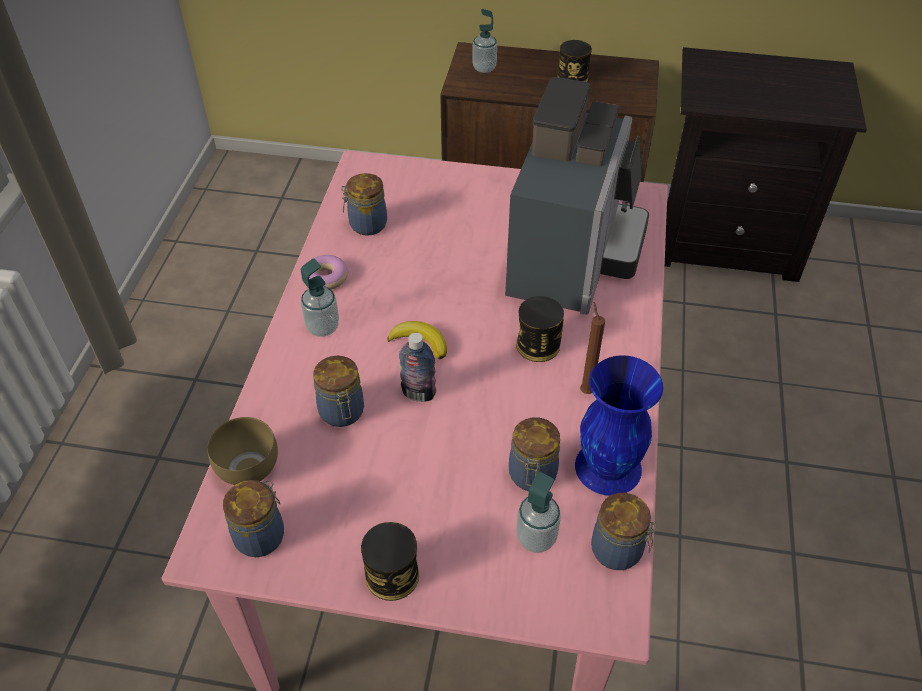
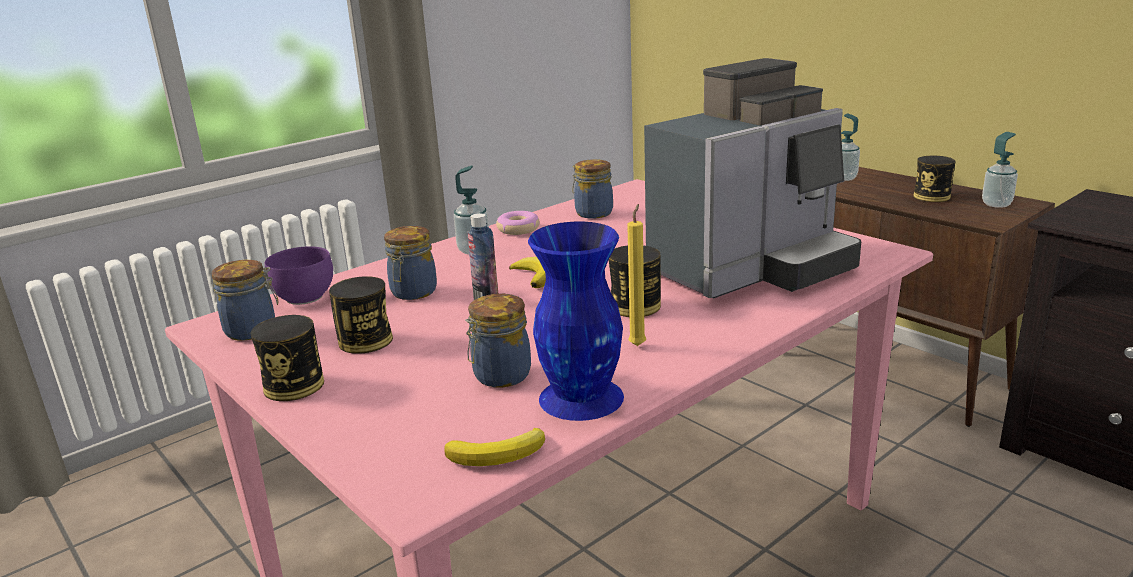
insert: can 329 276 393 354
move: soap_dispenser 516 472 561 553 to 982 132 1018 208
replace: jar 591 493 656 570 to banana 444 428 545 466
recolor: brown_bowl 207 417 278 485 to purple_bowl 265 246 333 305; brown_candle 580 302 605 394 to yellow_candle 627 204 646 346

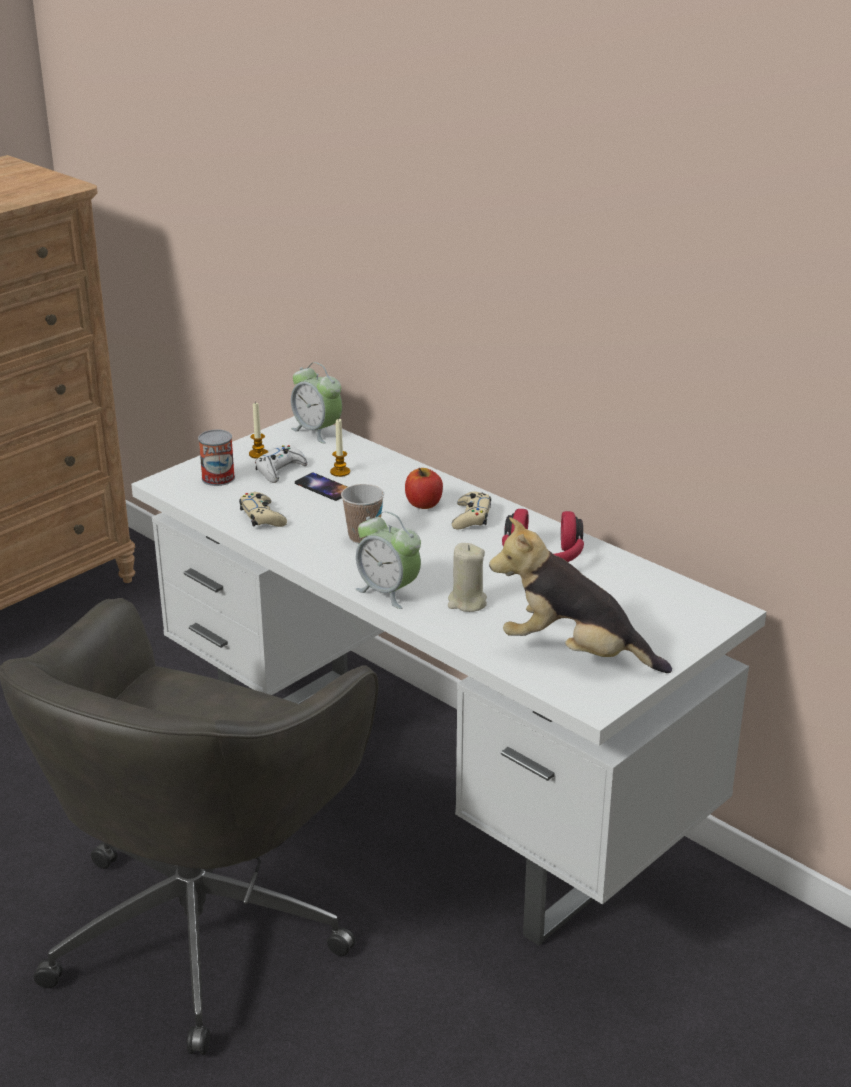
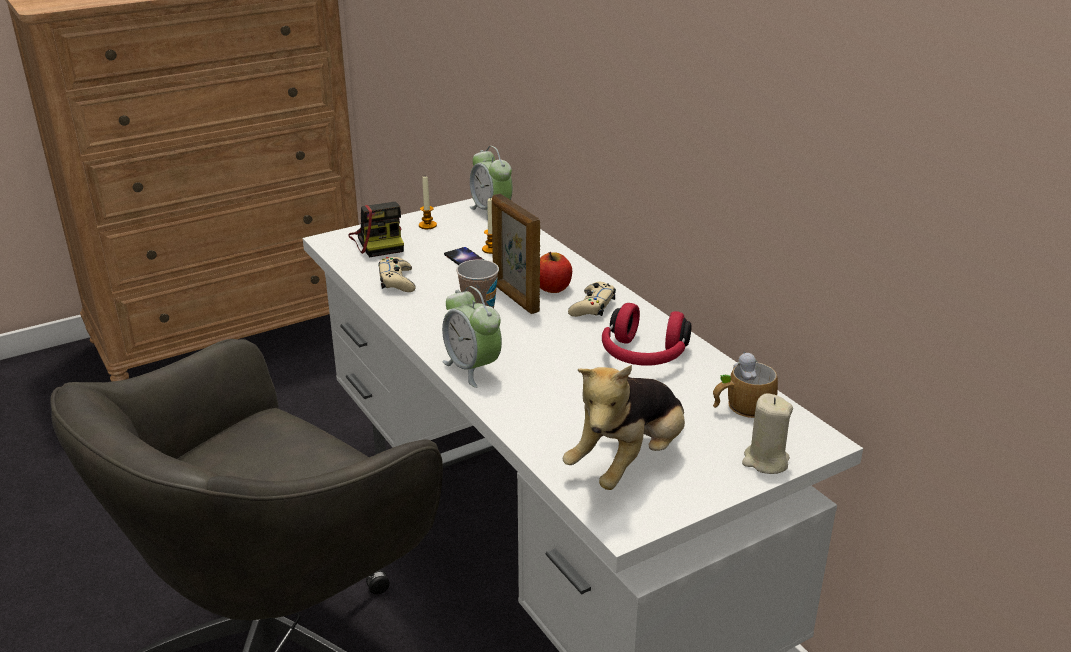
delete: white_game_controller 255 445 308 483
insert: picture_frame 492 194 540 314; mug 713 352 778 418
move: beige_candle 448 543 487 612 to 742 393 793 474
replace: can 198 430 235 486 to photo_camera 349 202 404 257
rotate: plush_toy 489 517 672 673 = 563 365 685 490 90 degrees counterclockwise

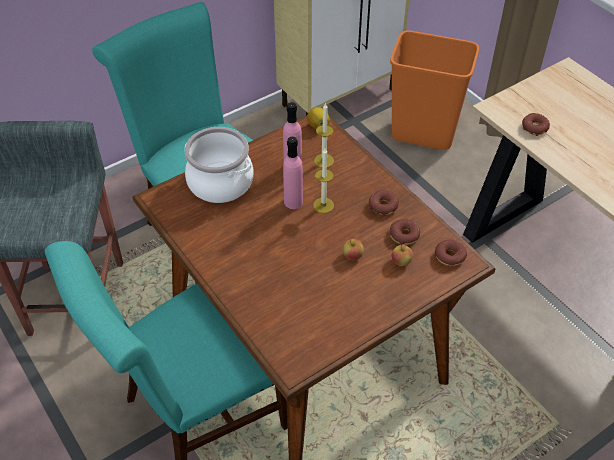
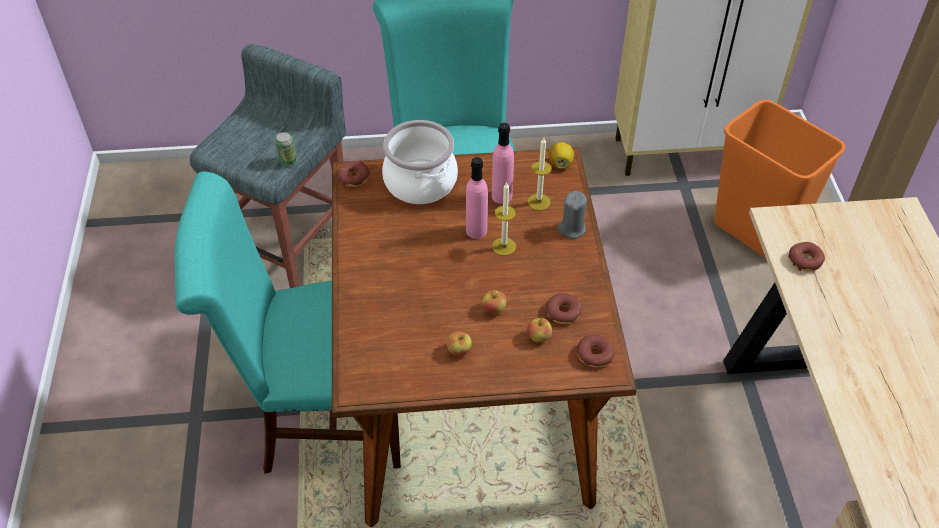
insert: can 275 132 297 166; apple 447 331 472 356; grey_candle 558 191 587 239
move: donut 369 190 399 216 to 337 161 370 187

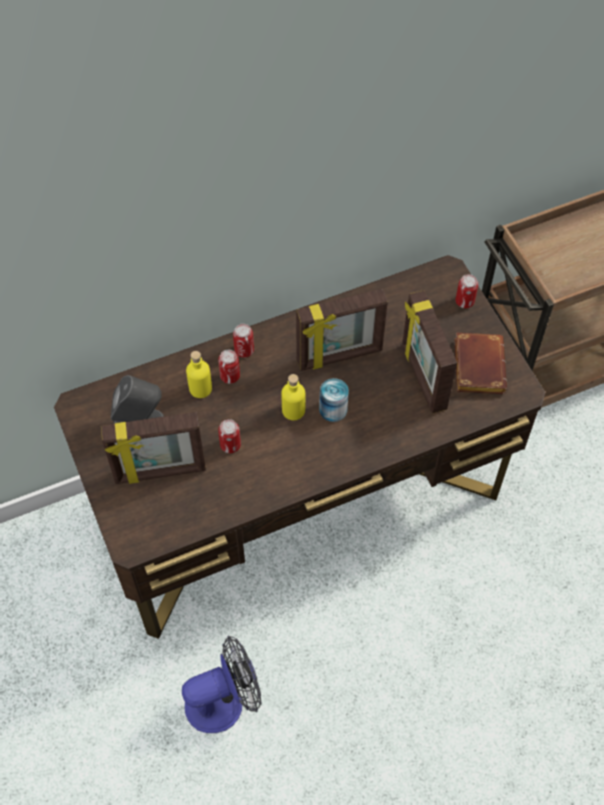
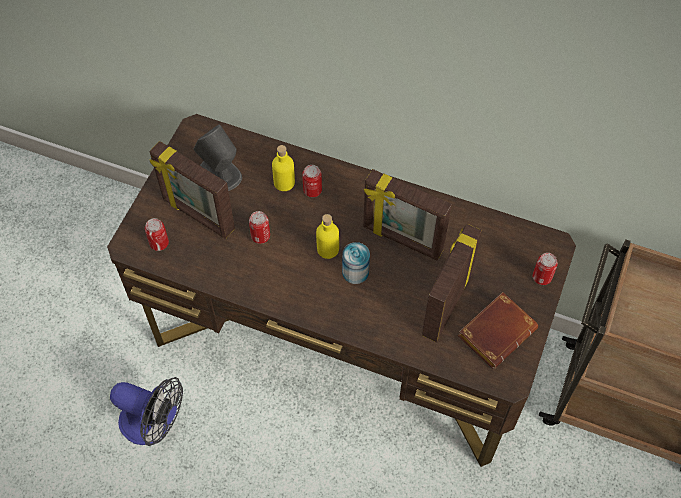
move: can 233 324 254 358 to 145 218 169 251

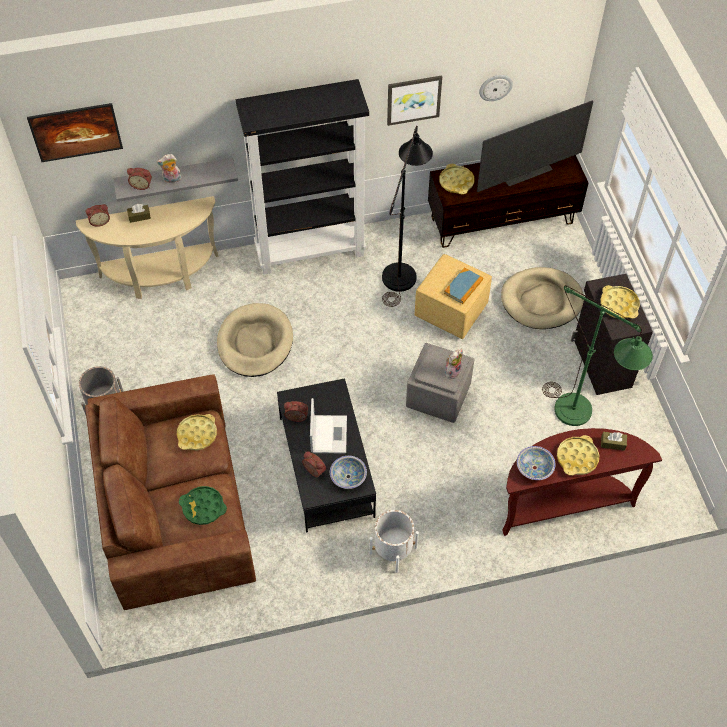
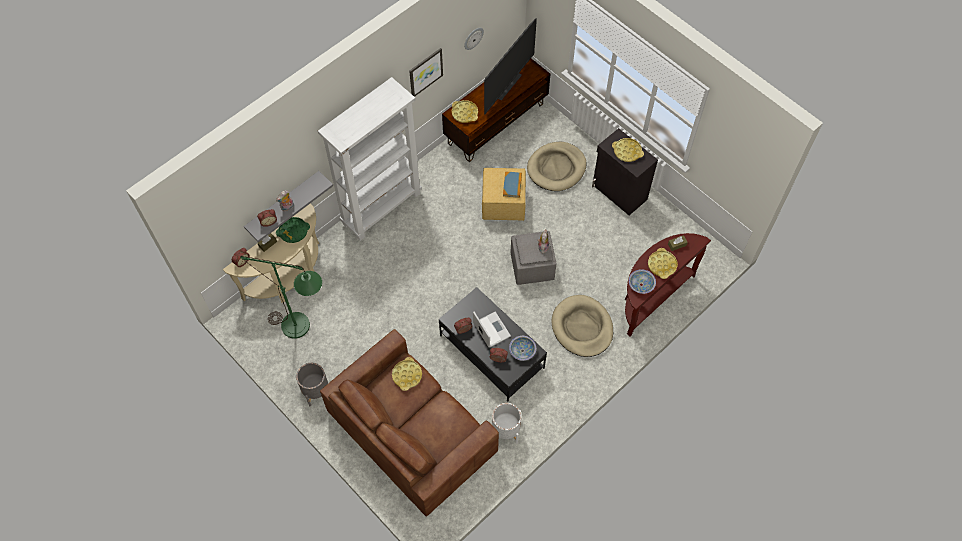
delete: picture 27 103 123 162; black_floor_lamp 382 126 433 307
move: green_tray 179 486 227 525 to 276 217 310 243; beige_dog_bed 217 303 293 377 to 551 295 613 357; white_planter 369 510 419 573 to 492 403 521 444; green_floor_lamp 542 285 653 426 to 240 256 322 339
recolor: black_bookcase 236 79 369 275 to white_bookcase 318 77 422 241

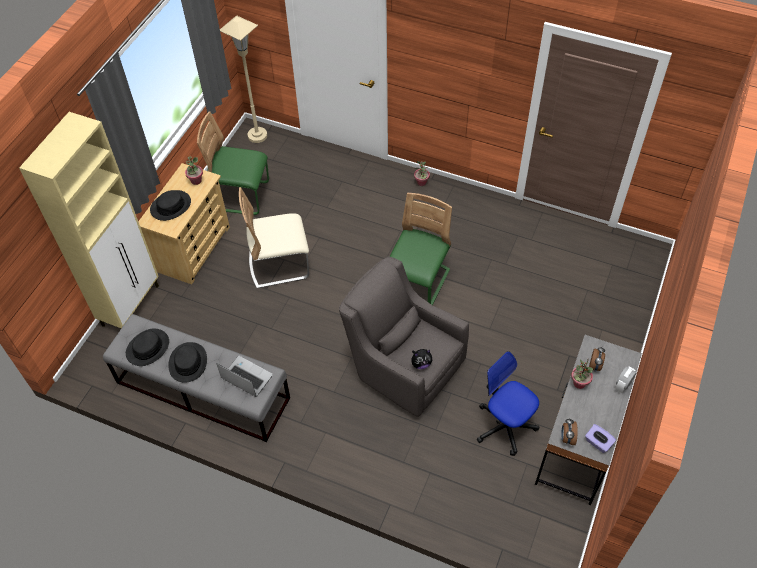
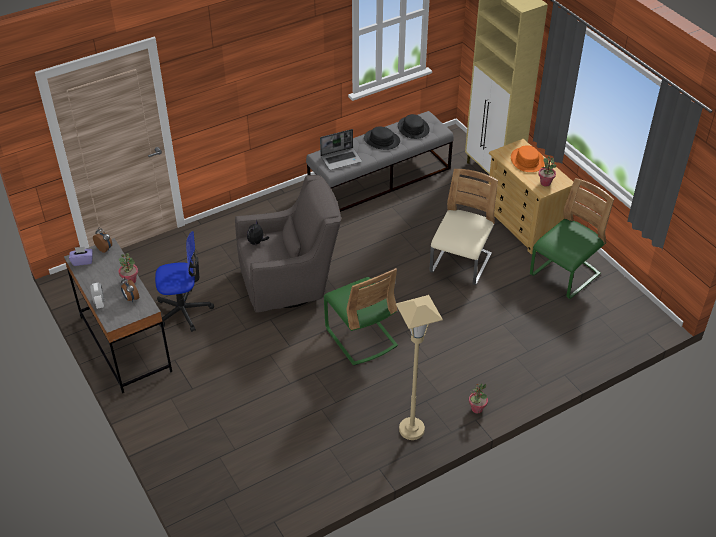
move: beige_floor_lamp 220 15 267 143 to 396 295 443 440
recolor: black_hat 150 190 191 221 to orange_hat 511 145 545 172

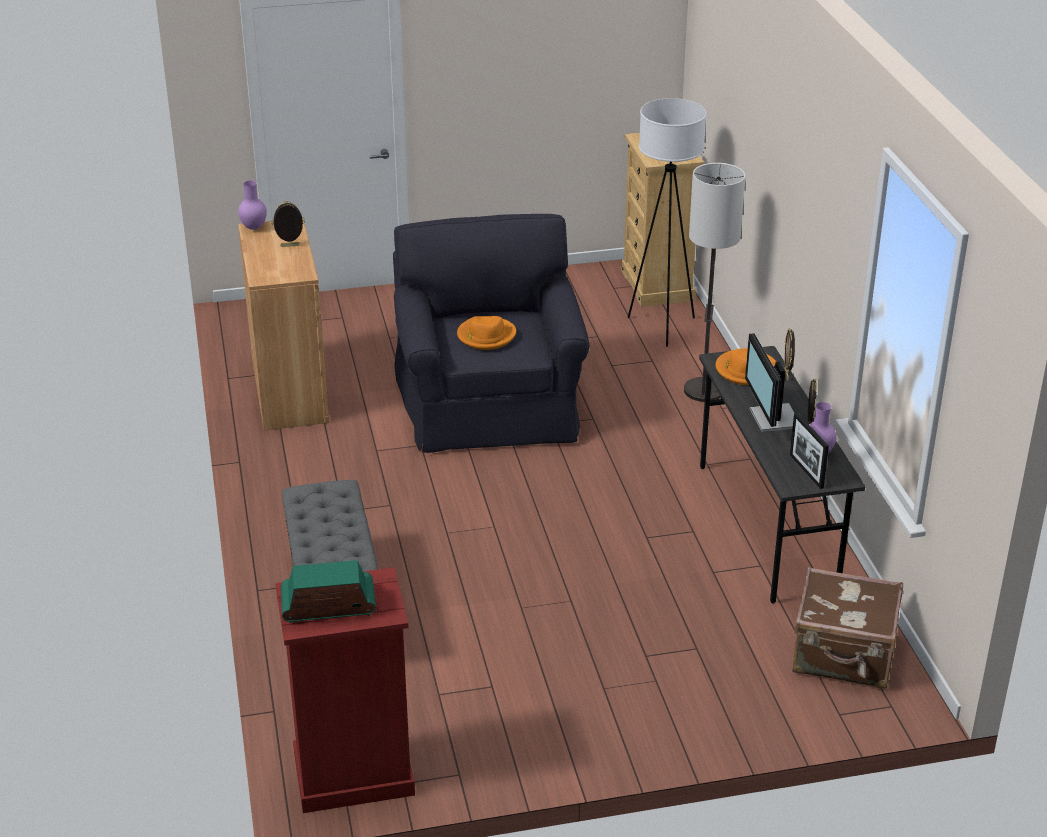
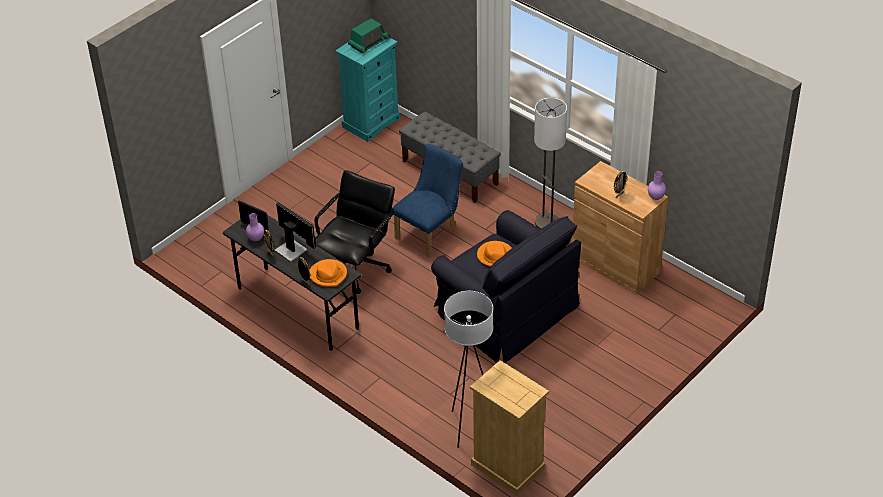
delete: brown_suitcase 792 567 903 689
insert: black_office_chair 314 170 395 294; blue_chair 392 144 463 257
move: floor_lamp 684 163 746 402 to 534 98 567 229
recolor: red_dresser 275 567 415 813 to turquoise_dresser 335 37 400 142

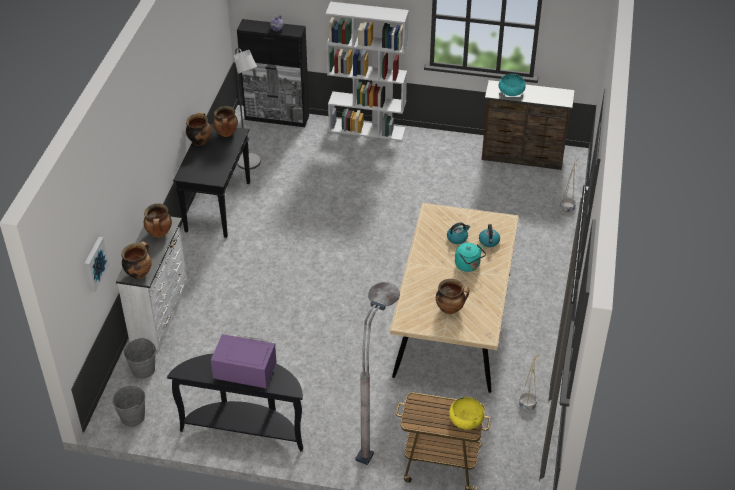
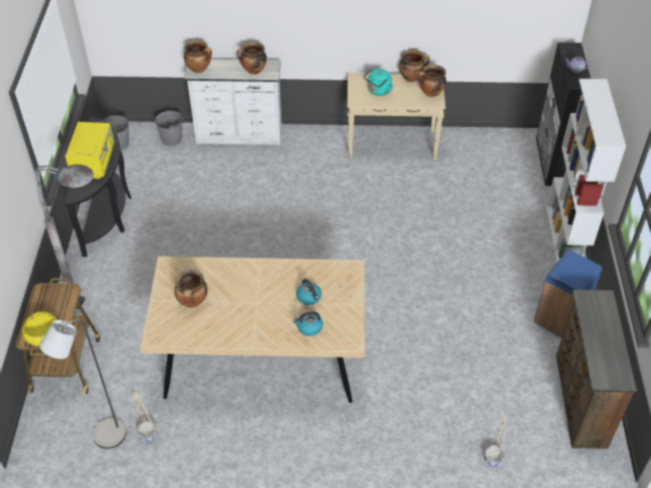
delete: picture 84 237 109 292; turquoise_bowl 499 74 526 96
insert: blue_trash_can 534 250 602 338
move: grey_floor_lamp 233 48 261 170 to 39 320 127 449; turquoise_kettle 455 243 486 272 to 363 69 393 96
recolor: black_console_table 173 124 250 238 to beige_console_table 347 73 446 160; purple_microwave 211 334 277 388 to yellow_microwave 65 122 114 179

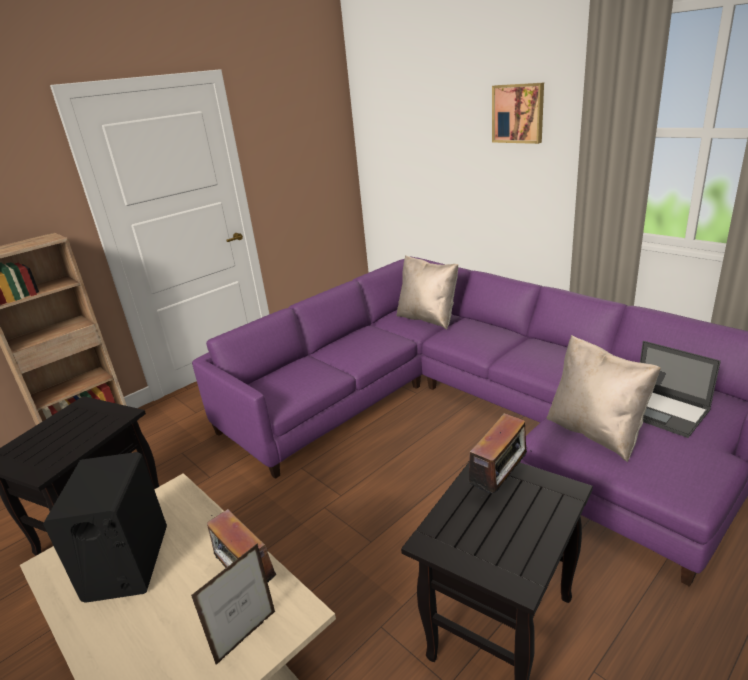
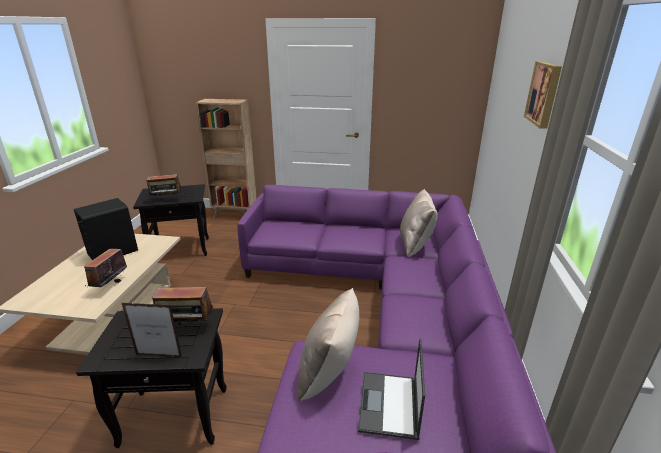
insert: radio 146 171 182 200
move: picture_frame 191 543 275 665 to 122 303 182 357

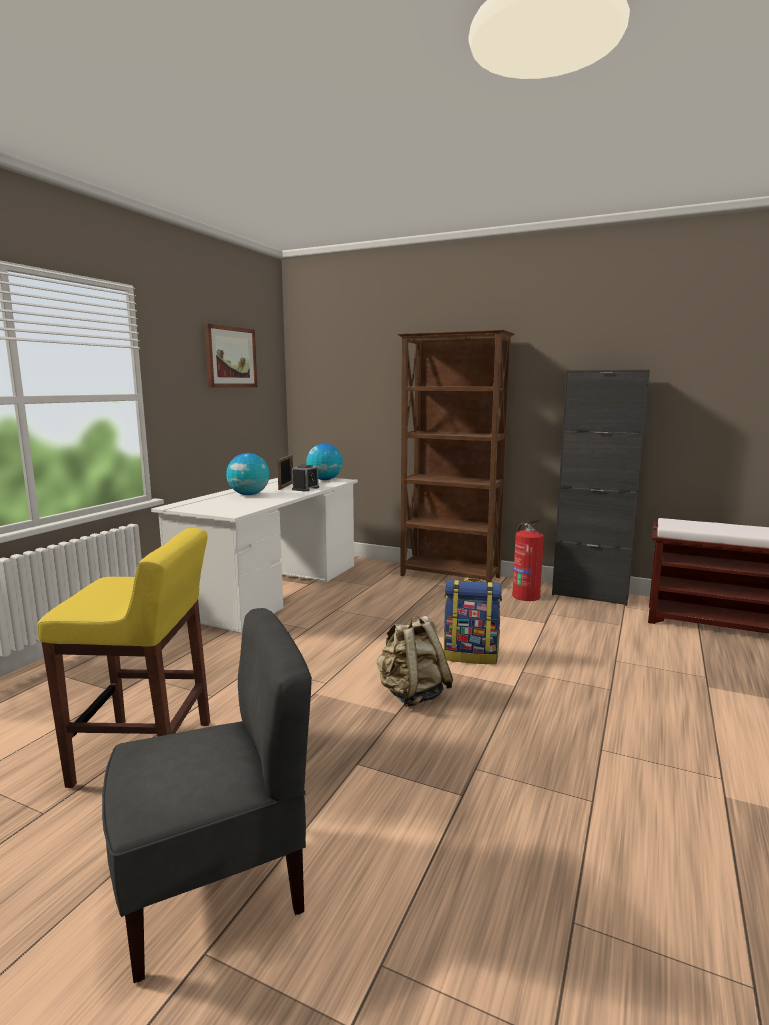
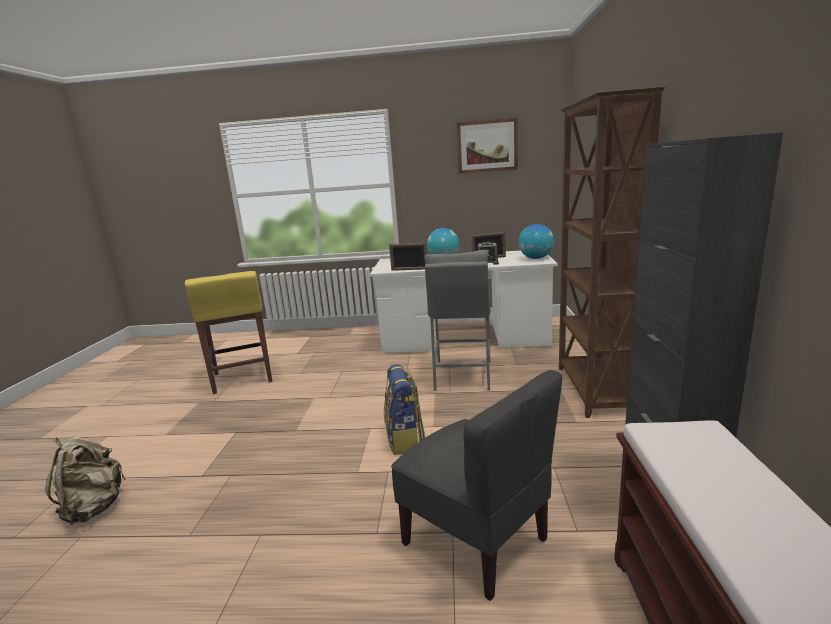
delete: fire_extinguisher 512 520 544 601
insert: picture_frame 389 243 427 271; grey_stool 424 250 490 391
move: grey_chair 102 608 312 983 to 391 370 563 601; beige_backpack 377 616 453 707 to 46 437 126 525

